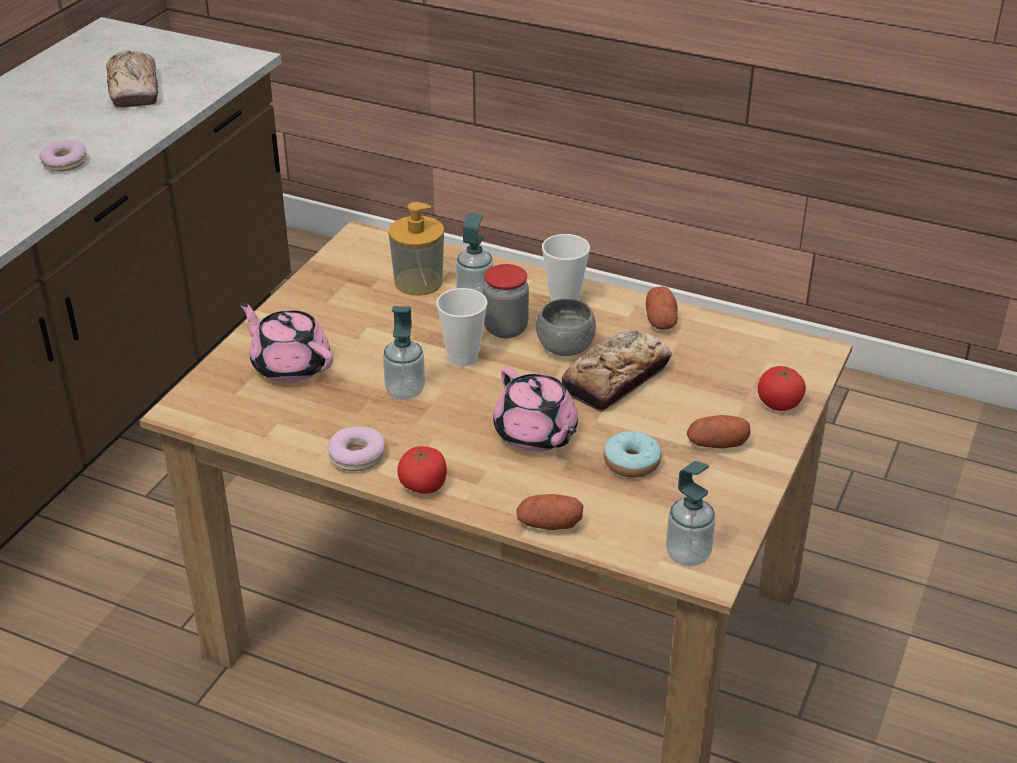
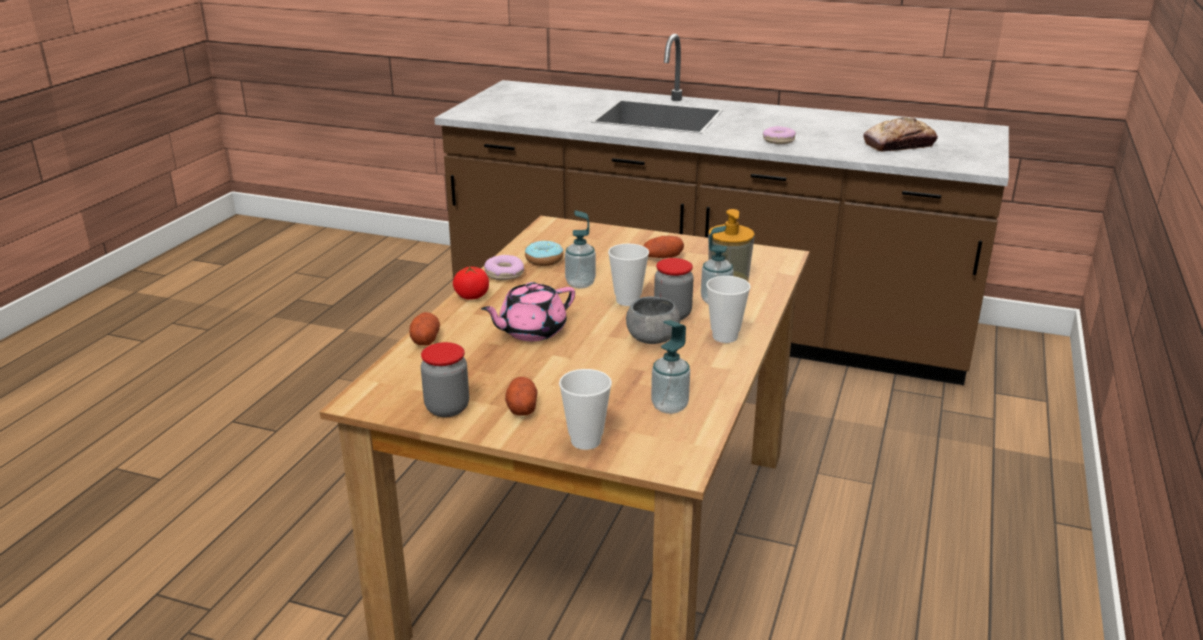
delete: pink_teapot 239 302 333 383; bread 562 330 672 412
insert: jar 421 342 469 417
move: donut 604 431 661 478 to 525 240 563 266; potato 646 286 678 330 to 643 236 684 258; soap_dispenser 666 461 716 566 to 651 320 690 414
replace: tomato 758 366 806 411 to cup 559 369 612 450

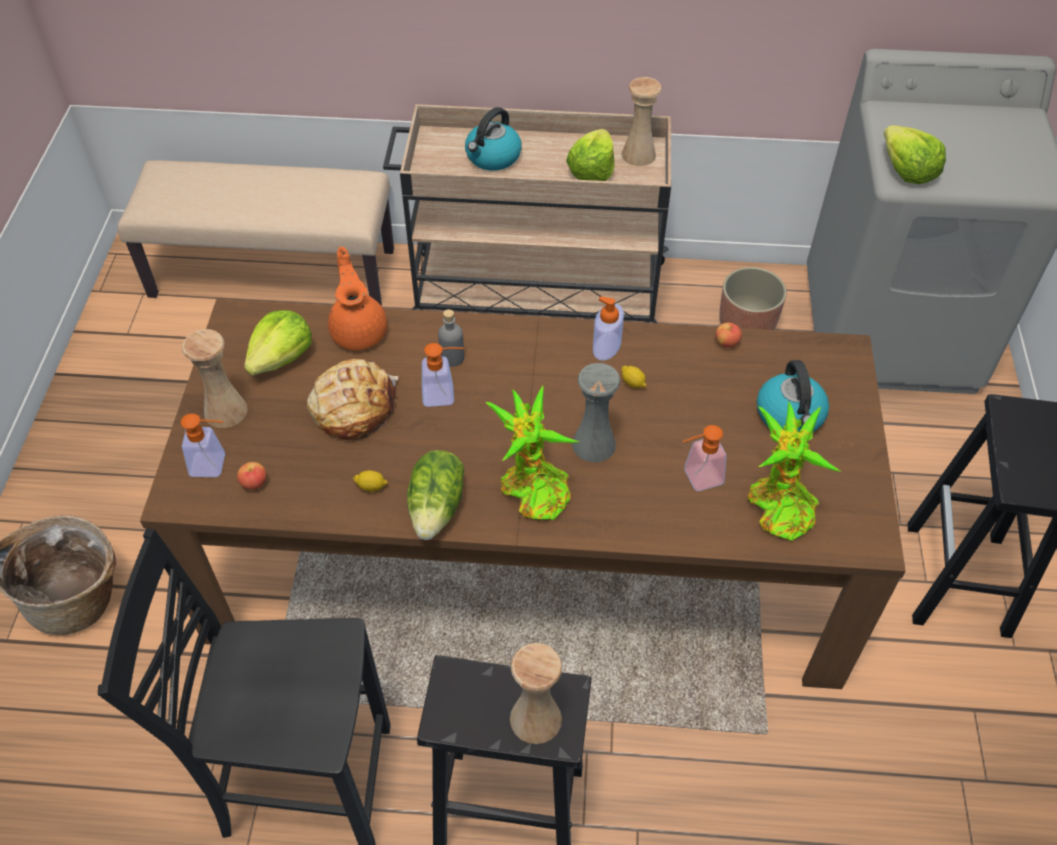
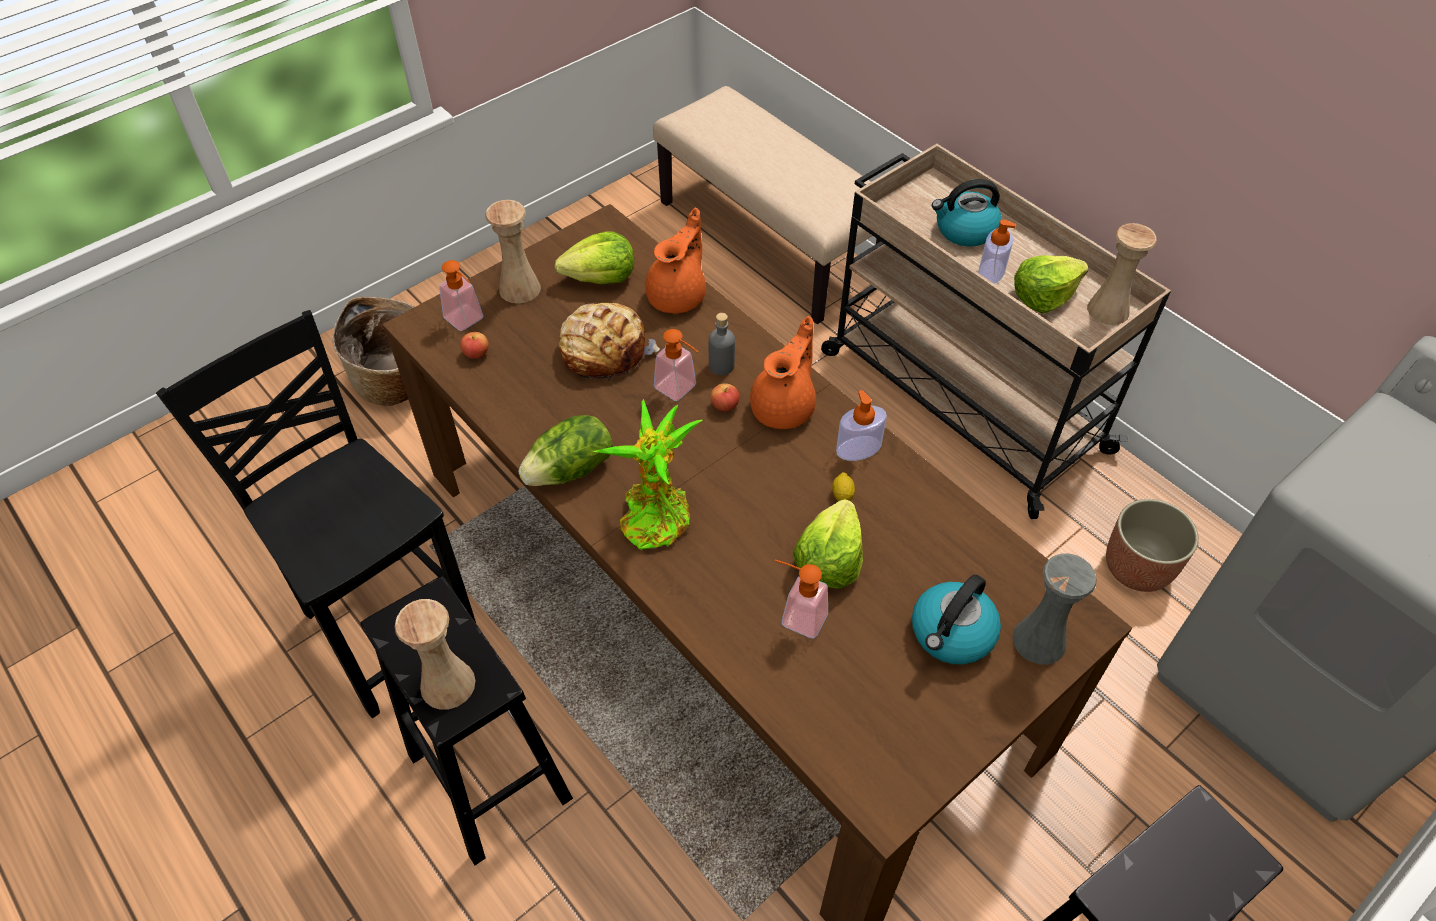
delete: lemon 353 470 388 492; potted_plant 748 401 841 541
insert: orange_teapot 750 316 816 429; soap_dispenser 978 219 1016 284
move: grey_vase 572 363 620 463 to 1012 553 1097 665; apple 716 323 742 348 to 711 383 739 411; lettuce 884 125 946 184 to 793 499 863 589

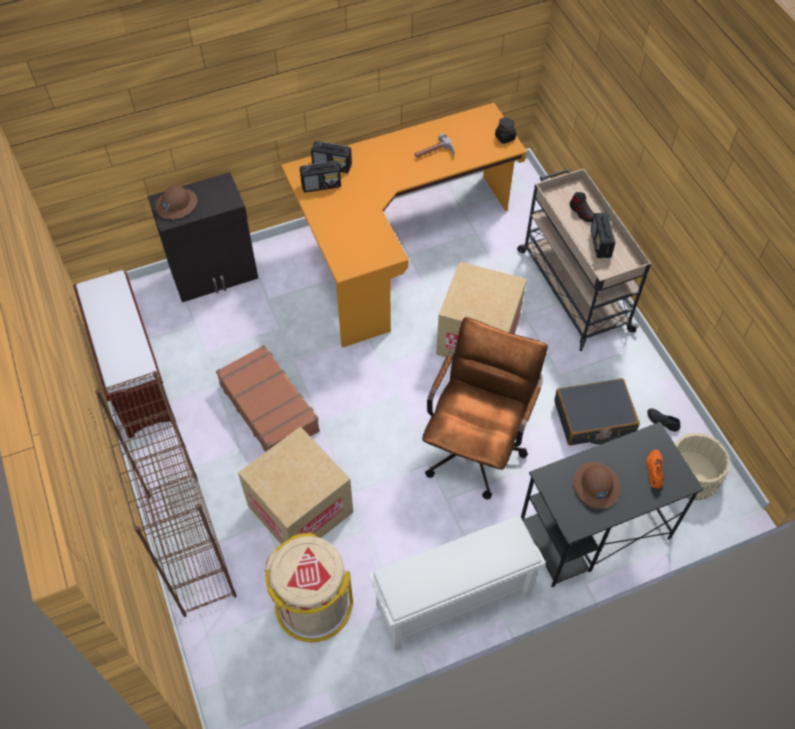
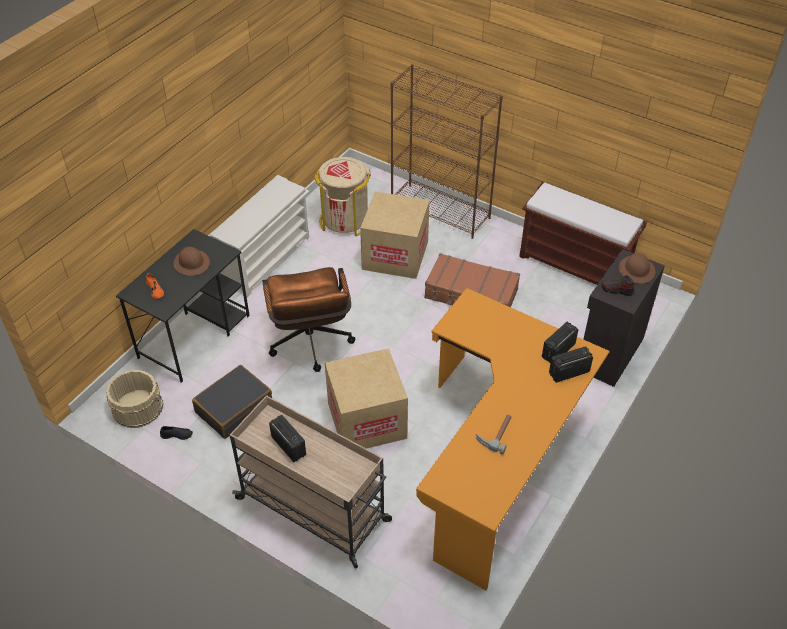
delete: black_jar 495 117 516 144
move: shoe 570 192 594 222 to 601 275 634 296

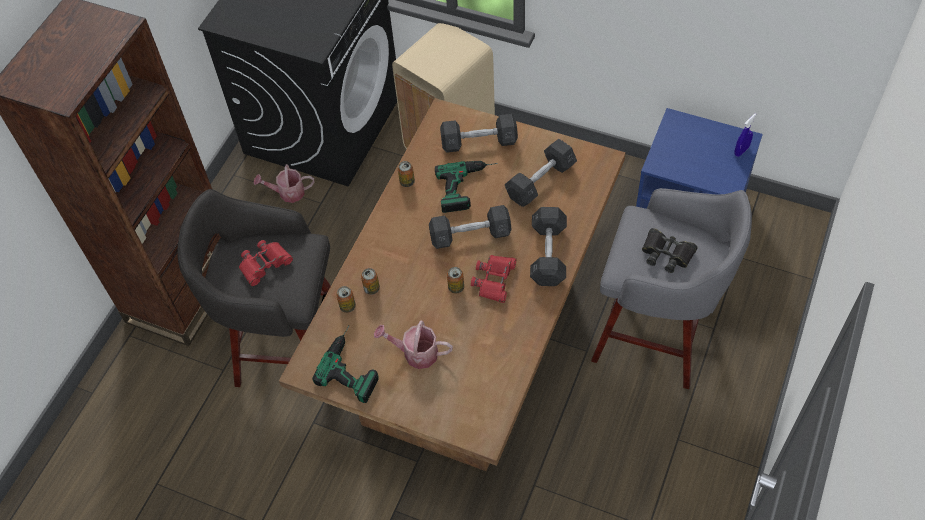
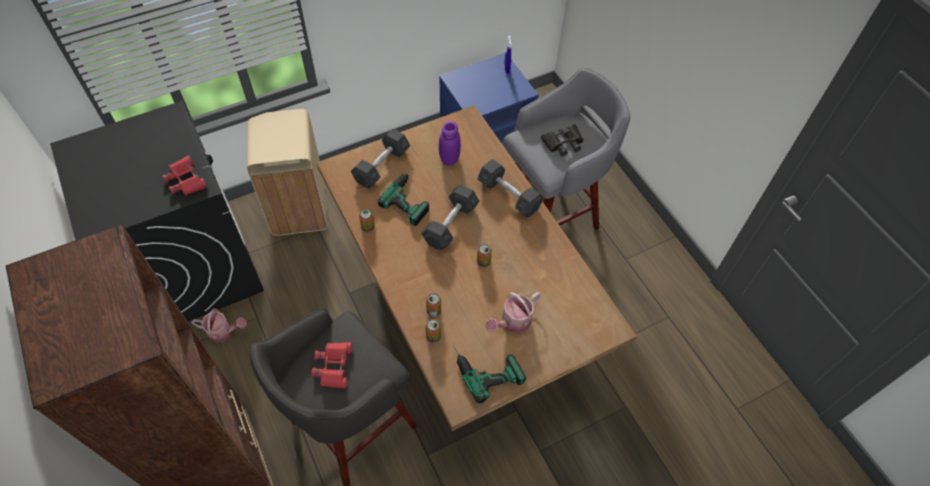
move: red_binoculars 471 255 516 303 to 162 155 207 196
replace: grey_dumbbell 505 139 577 207 to purple_jar 439 121 461 166
rotate: watering_can 254 164 315 203 = 191 308 247 343 120 degrees counterclockwise

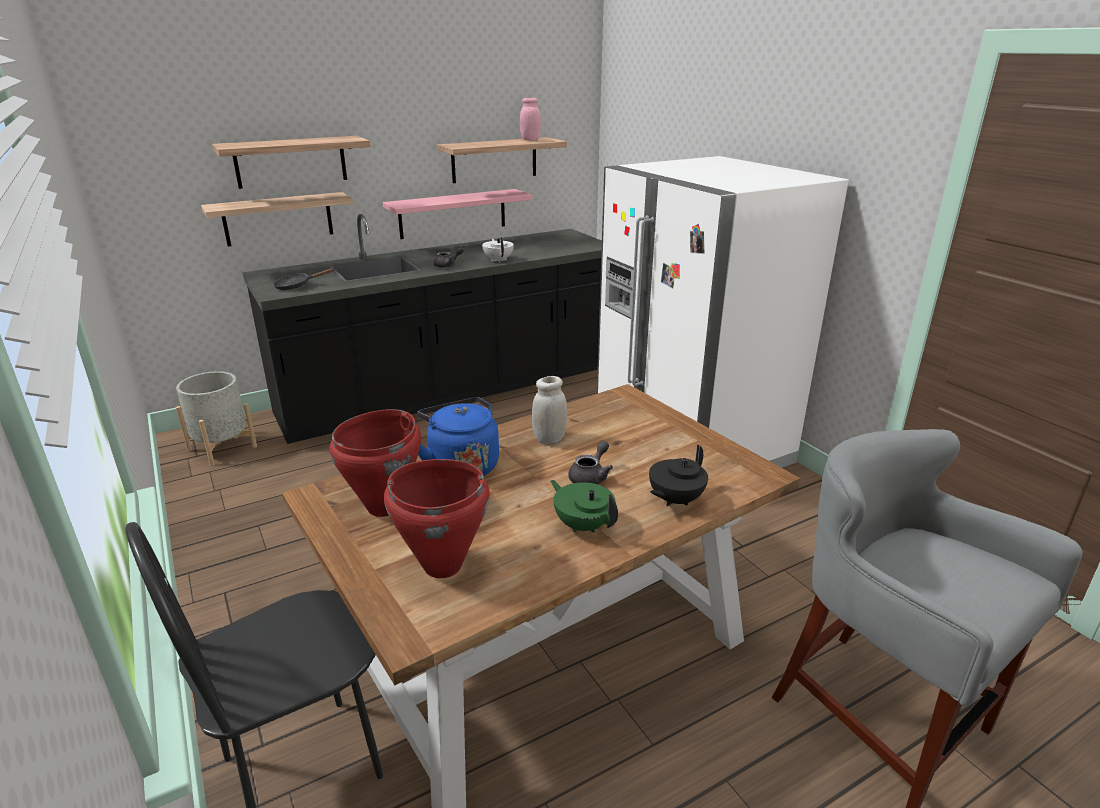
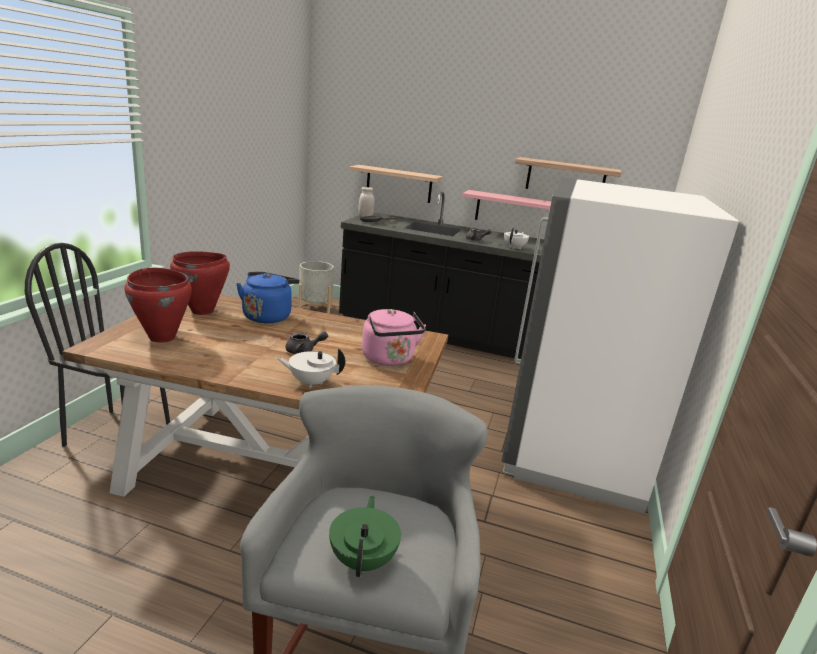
delete: shelf 212 136 371 189; pink_jar 520 98 541 140
insert: pink_kettle 362 309 426 366
move: white_jar 532 376 567 444 to 358 187 375 217; green_teapot 550 480 618 533 to 329 495 401 577
recolor: black_teapot 649 445 708 507 to white_teapot 276 348 345 388

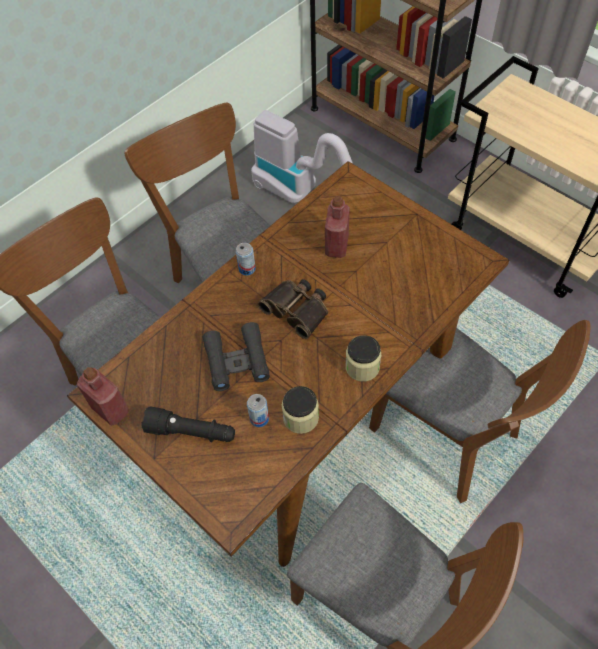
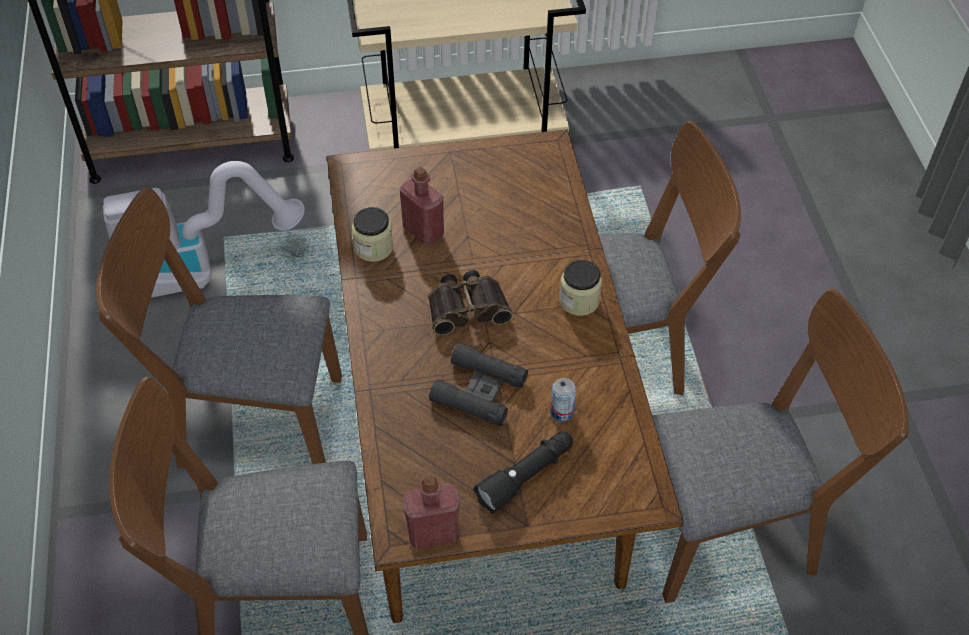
delete: can 236 243 256 276
move: jar 282 386 319 434 to 352 207 393 262

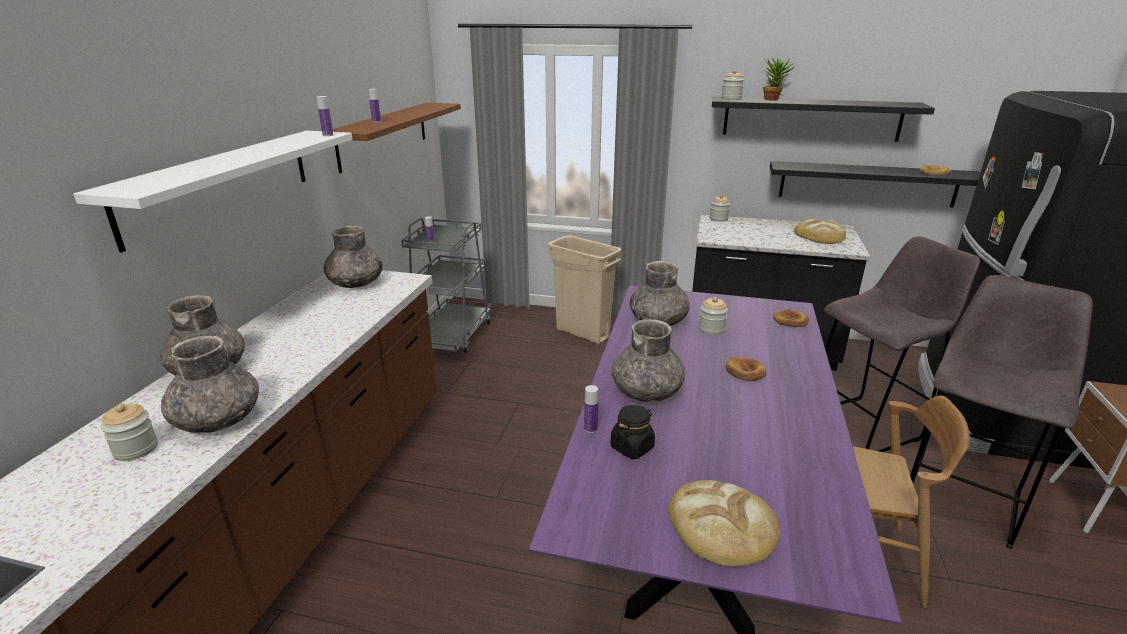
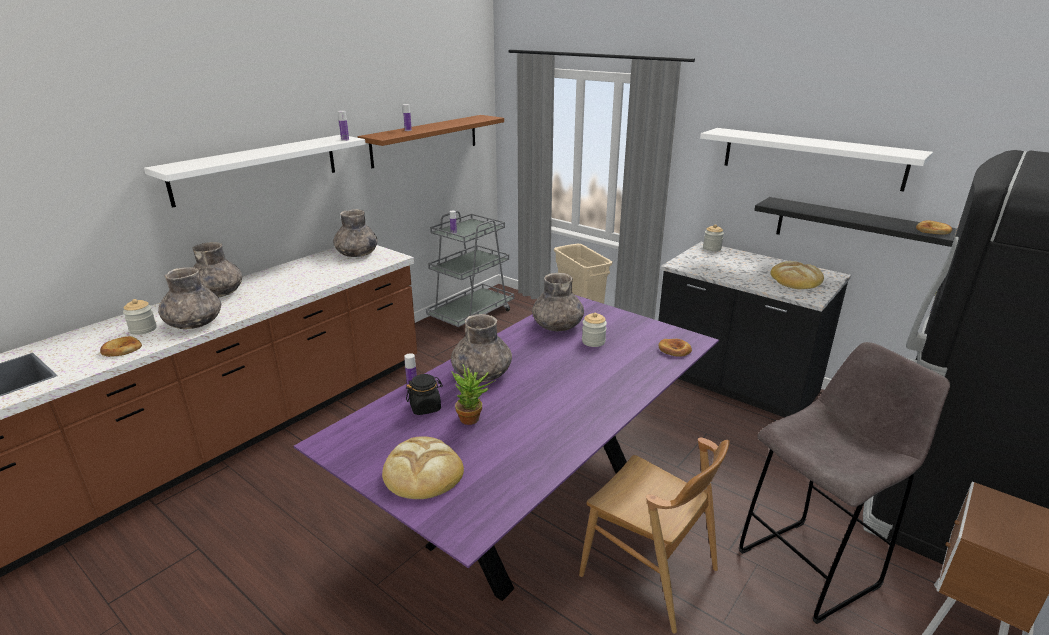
delete: jar 721 70 744 100; grey_stool 824 236 980 452
move: bread 726 357 766 381 to 100 336 142 357; potted_plant 763 58 795 101 to 451 364 496 425
recolor: black_shelf 712 97 935 142 to white_shelf 700 128 933 192

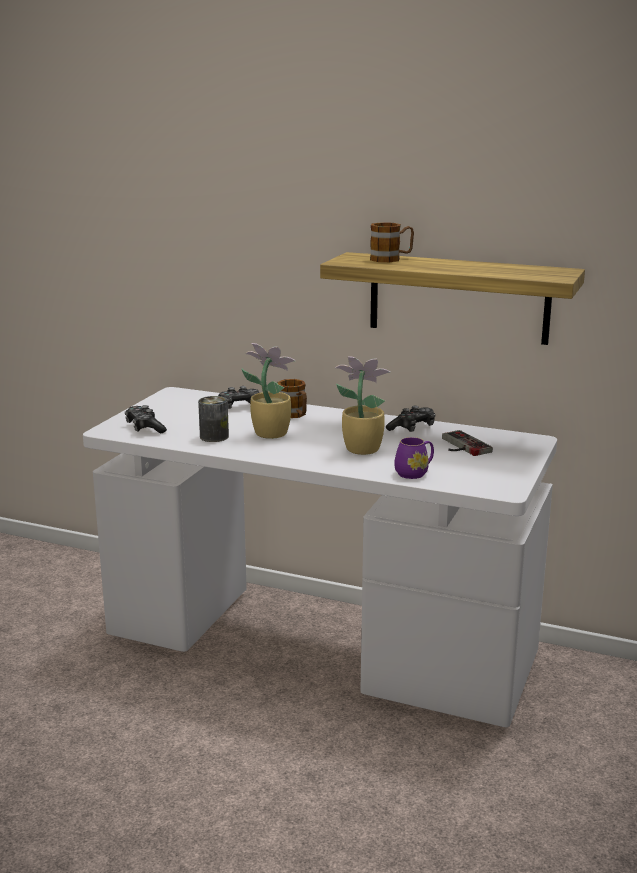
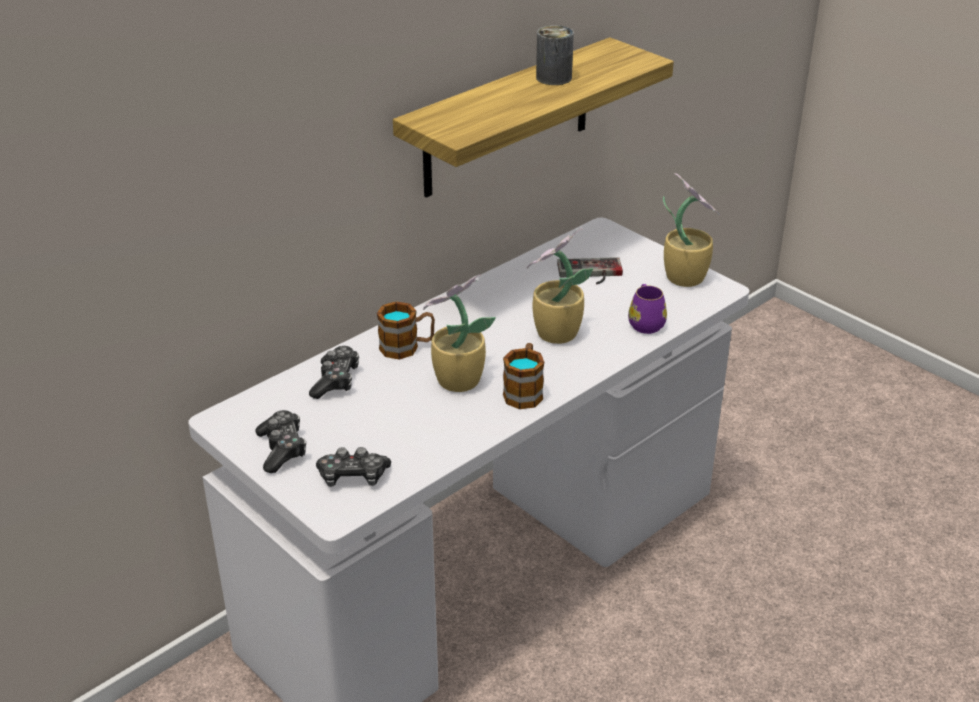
insert: potted_plant 663 173 720 287
move: can 198 396 229 442 to 536 25 574 85; mug 370 222 414 262 to 503 343 544 409; game_controller 386 406 435 432 to 255 410 306 473

